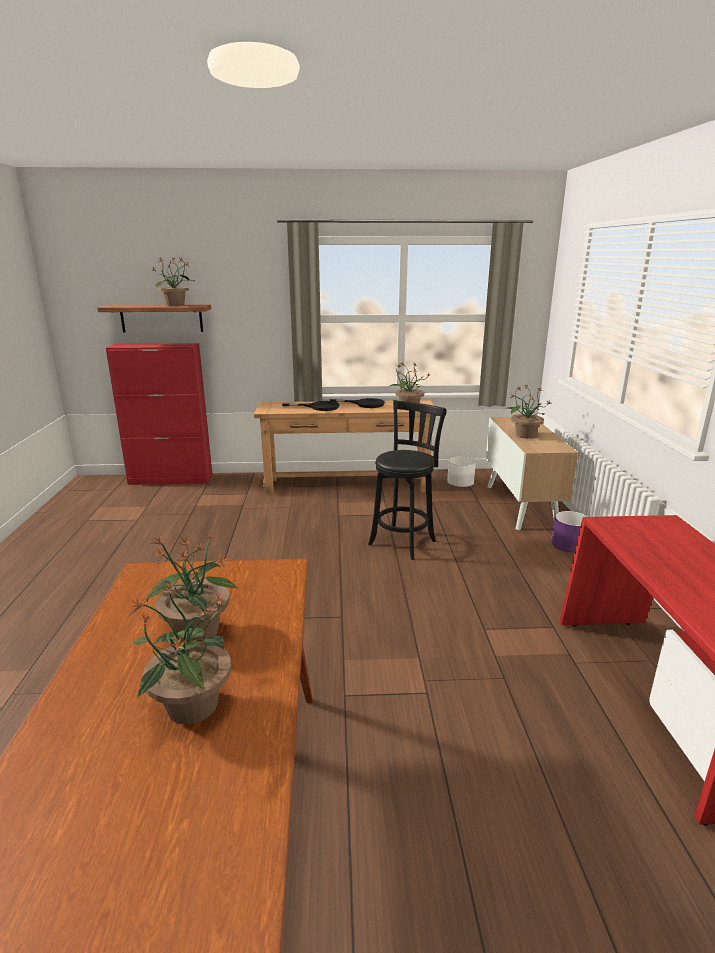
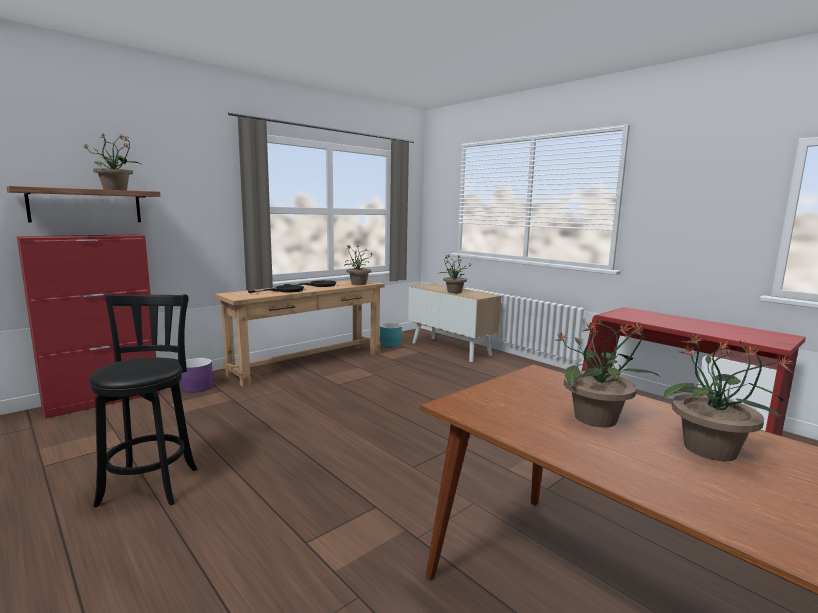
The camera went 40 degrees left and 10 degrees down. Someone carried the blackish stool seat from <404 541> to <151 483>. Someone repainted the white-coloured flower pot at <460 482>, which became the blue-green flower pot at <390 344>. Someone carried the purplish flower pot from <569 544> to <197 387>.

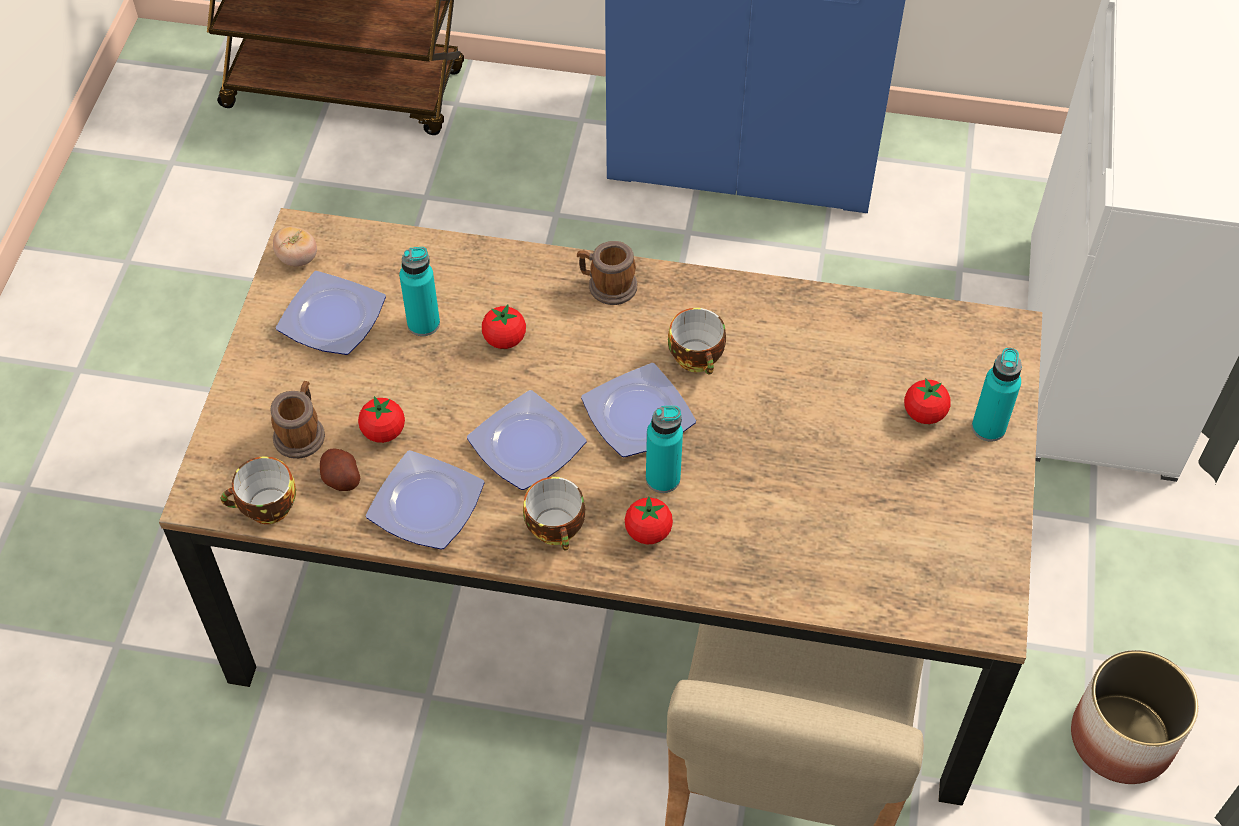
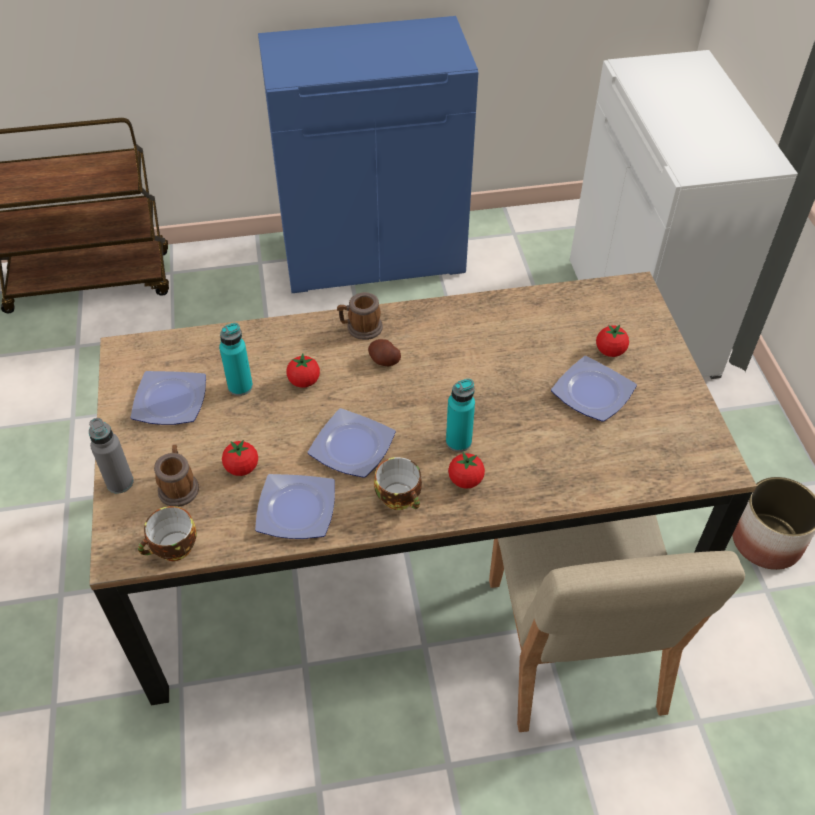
The camera went 20 degrees left and 5 degrees down. Someone took away the tomato at <297 258>. Someone took away the cup at <698 358>. Someone took away the blue-green beverage bottle at <988 427>. Someone carried the dinner plate from <640 416> to <594 393>. Someone carried the potato from <341 479> to <384 360>. Someone put down the greyish beverage bottle at <120 482>.

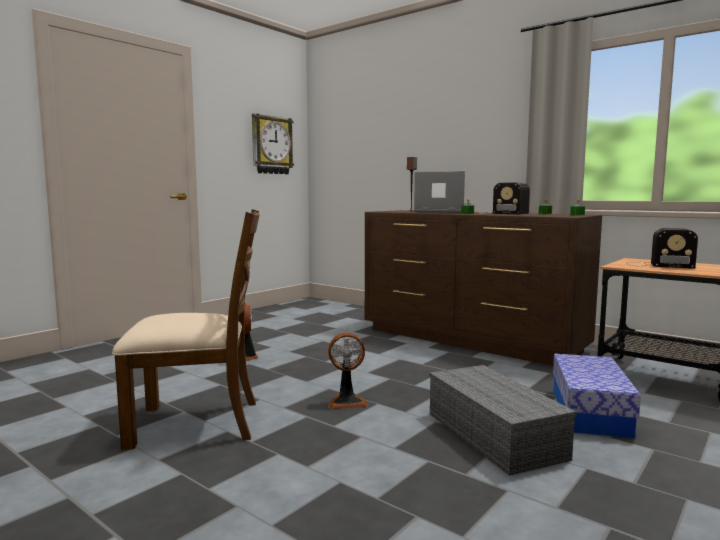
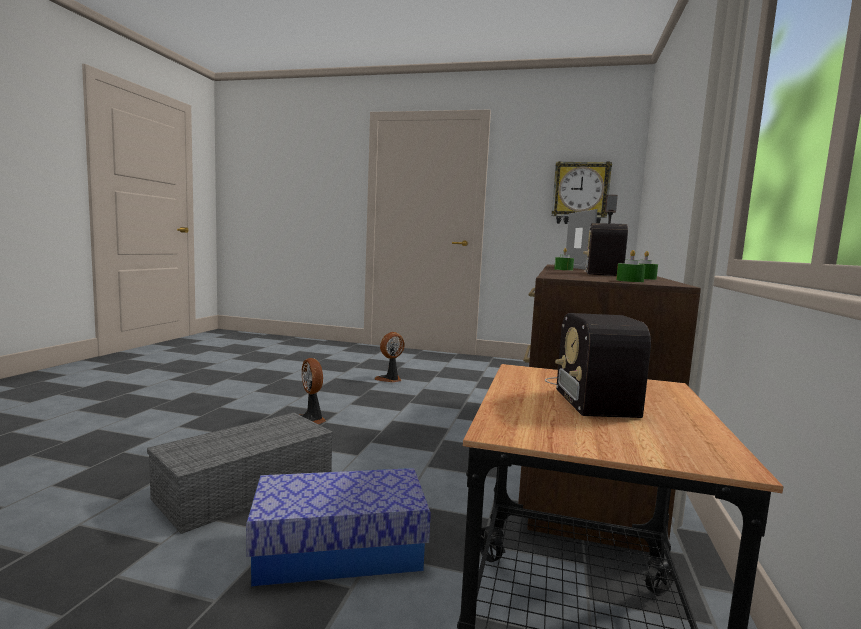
The camera went 65 degrees right and 0 degrees up. Someone took away the brownish upright chair at <197 423>.

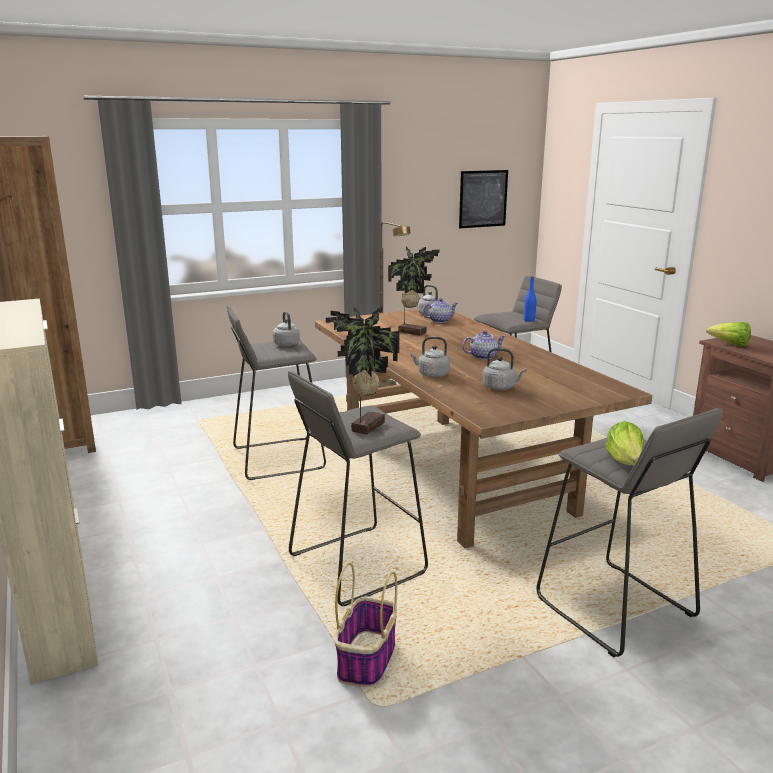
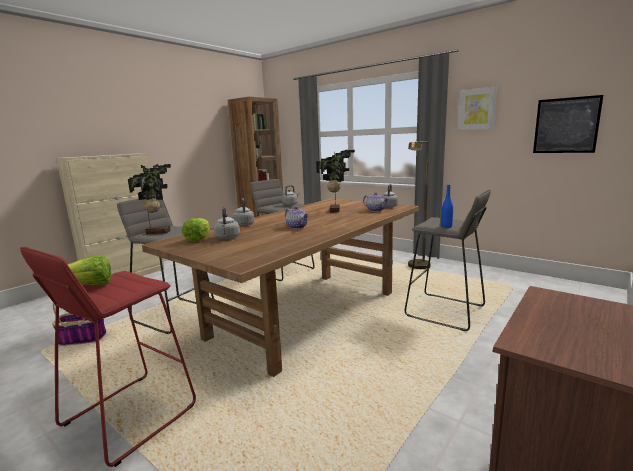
The camera went 65 degrees right and 5 degrees down. Someone carried the lettuce from <730 345> to <198 239>. Someone repainted the greyish stool seat at <613 608>, which became the red stool seat at <129 416>. Someone put up the wall art at <477 109>.

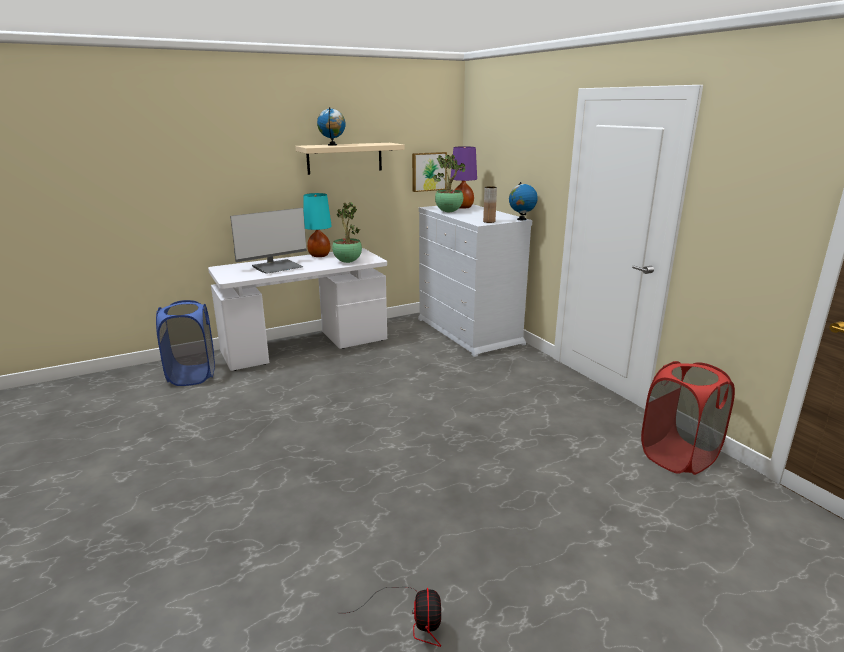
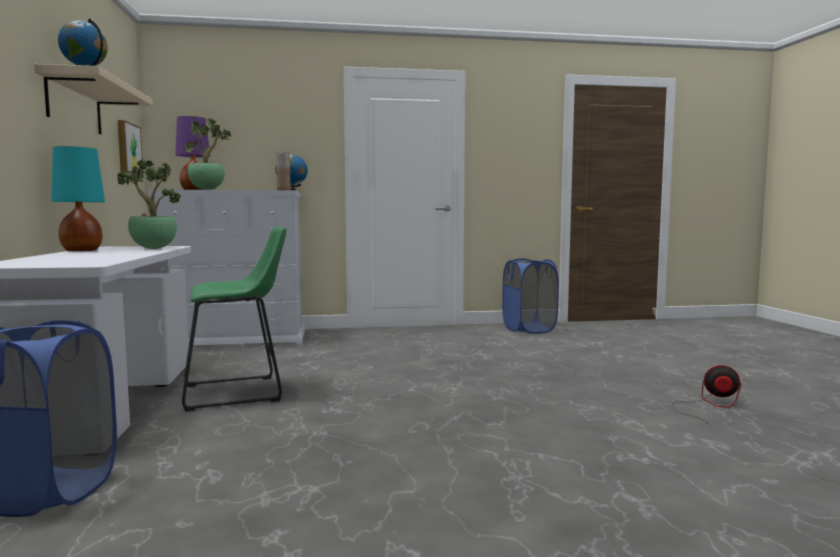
The camera went 70 degrees left and 15 degrees down. Someone took away the monitor at <277 267>. Someone repainted the red laundry basket at <678 457>, which became the blue-coloured laundry basket at <529 329>. Someone put down the green stool seat at <239 392>.

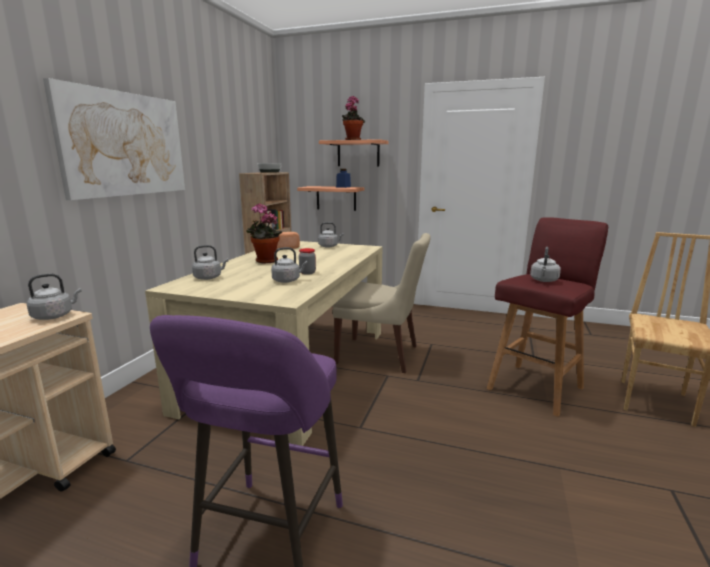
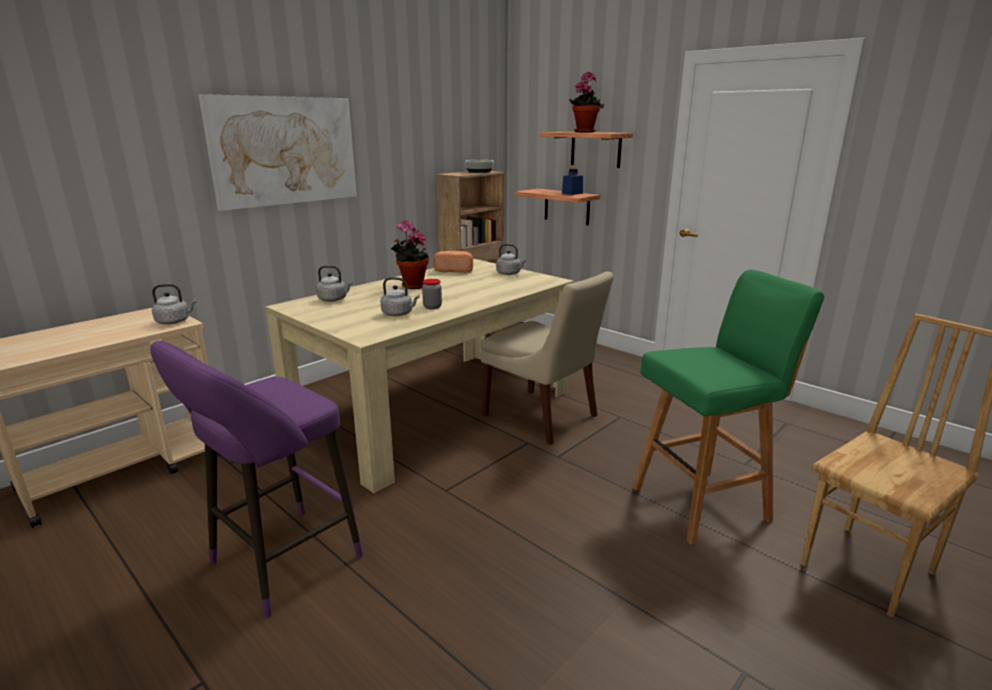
The camera went 25 degrees right and 5 degrees up. Someone repainted the red stool seat at <536 387>, which became the green stool seat at <703 503>. Someone took away the greyish water kettle at <544 280>.

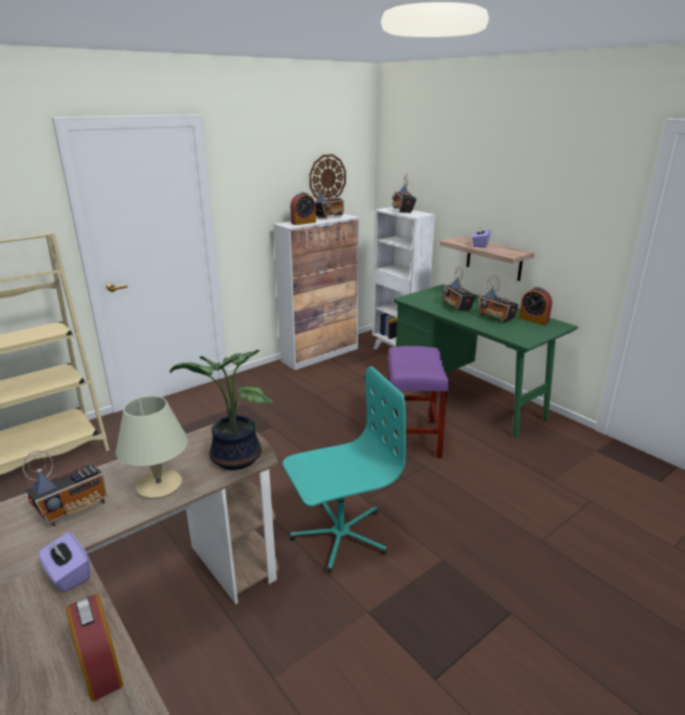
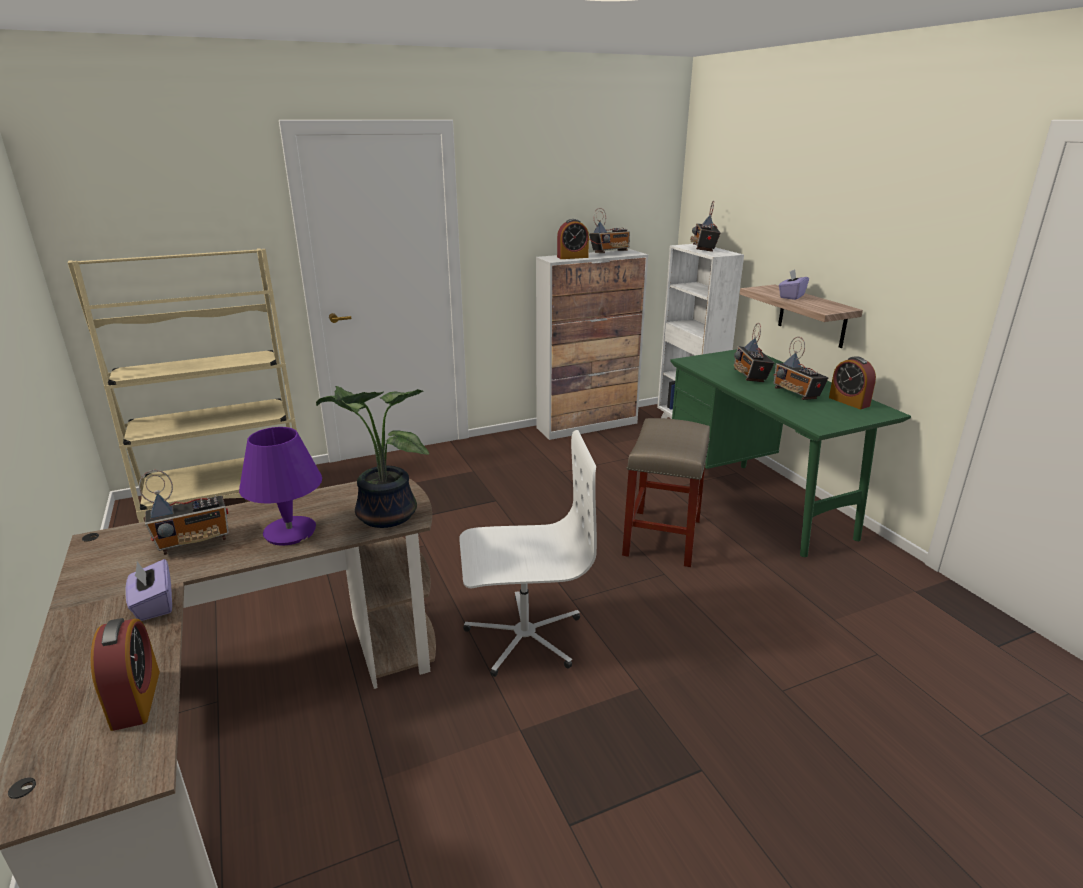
The camera went 15 degrees right and 0 degrees up. Someone took away the wall clock at <327 178>. Someone repainted the purplish stool seat at <412 437>, which became the sand-coloured stool seat at <662 536>. Someone repainted the blue-green computer chair at <340 535>, which became the white-coloured computer chair at <524 636>. Someone repainted the sand-coloured lamp for a table at <159 485>, which became the purplish lamp for a table at <289 532>.

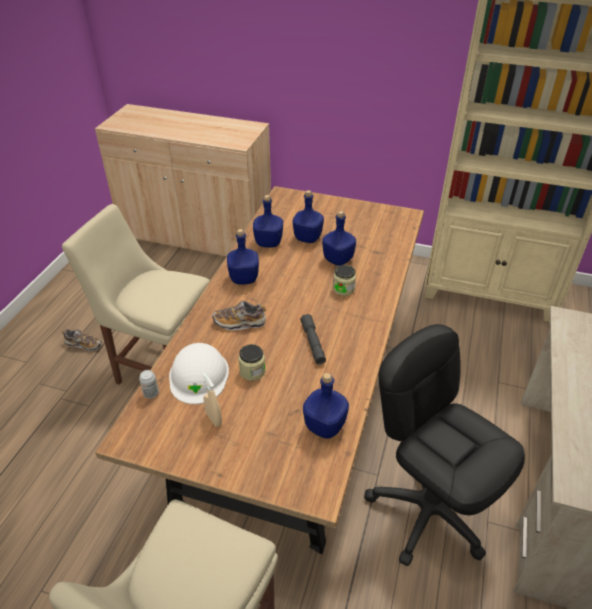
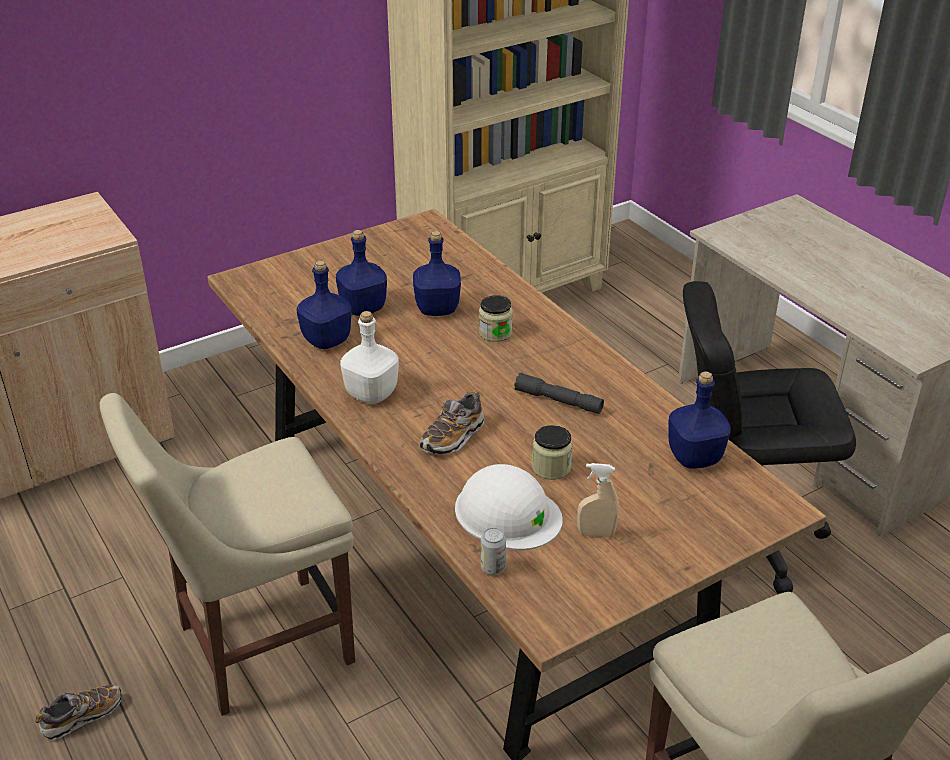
The camera went 50 degrees left and 5 degrees down. Someone repainted the blue-coloured beverage bottle at <244 278>, which became the white-coloured beverage bottle at <370 393>.

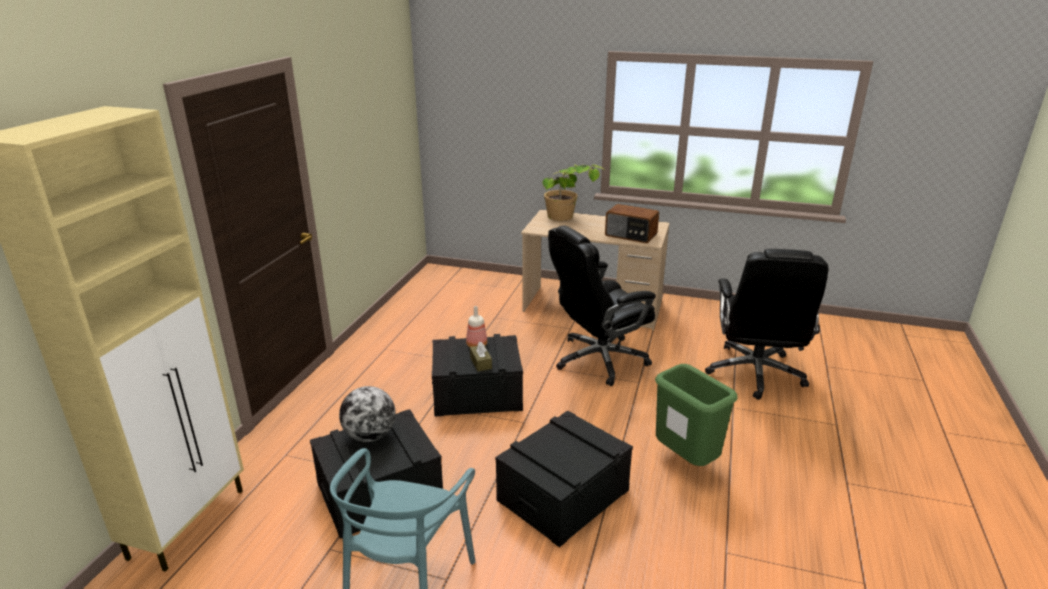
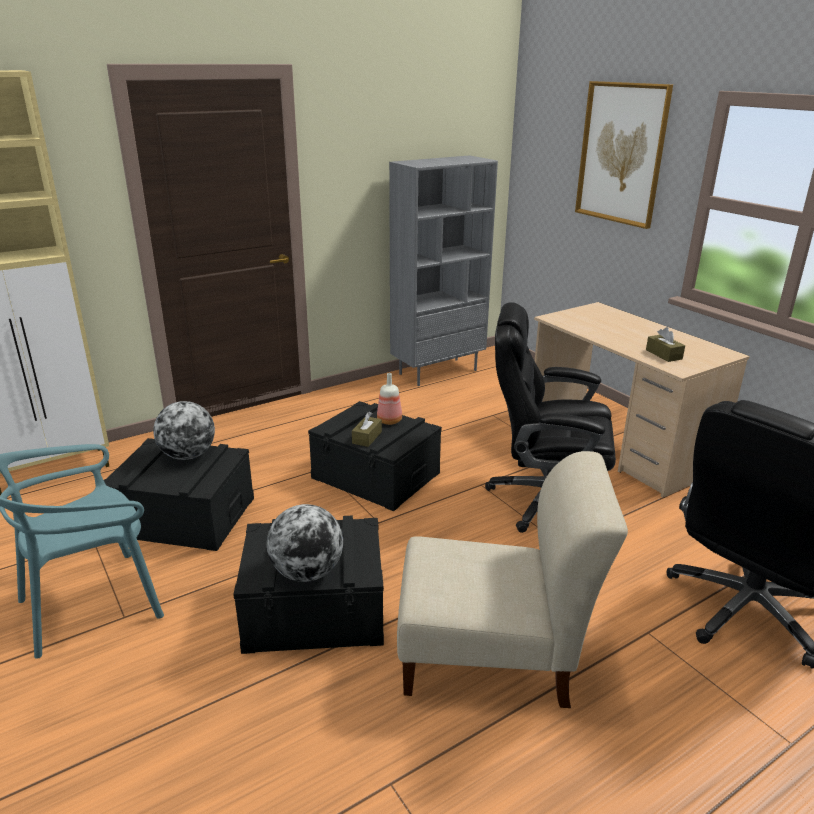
The camera went 40 degrees right and 0 degrees up. Someone took away the potted plant at <568 220>. Someone swapped the radio set at <631 235> for the brownish tissue holder at <663 354>. Someone swapped the green waste bin at <686 461> for the sand-coloured upright chair at <493 656>. Someone put up the wall art at <621 153>. Someone put down the greyish bookshelf at <438 371>. Someone put down the globe at <307 572>.

